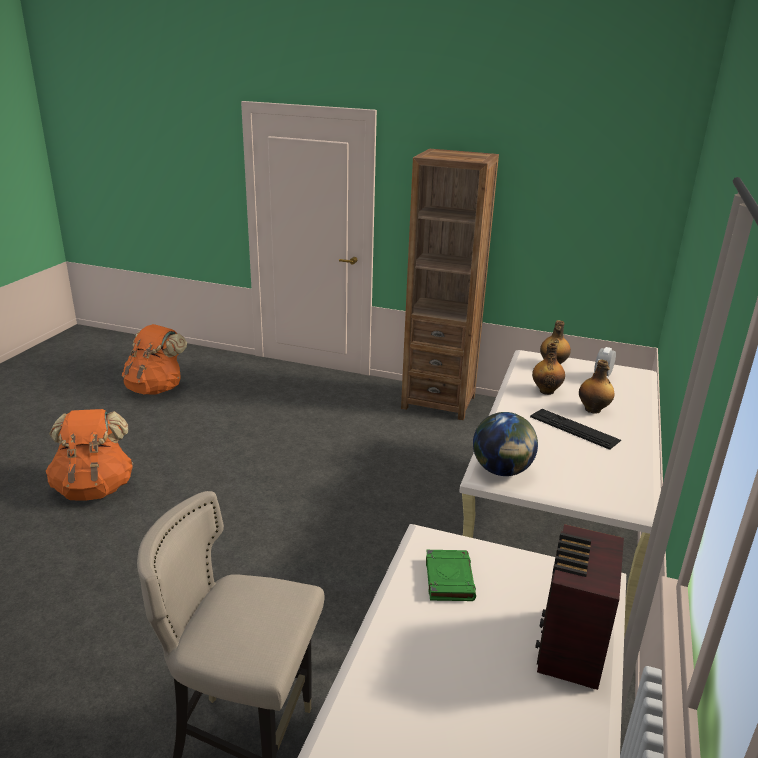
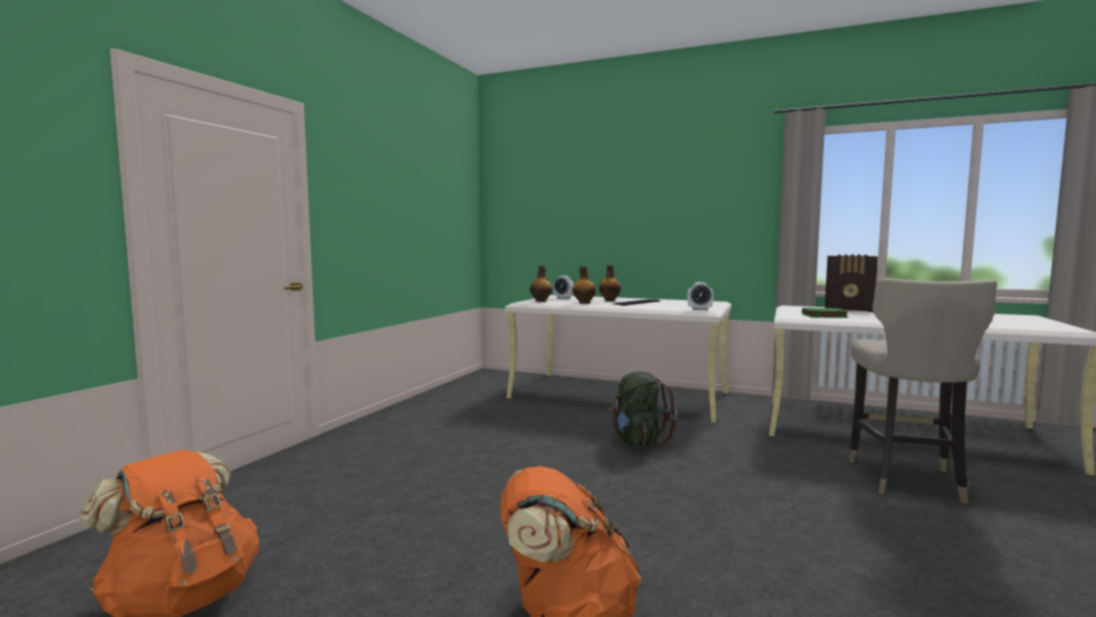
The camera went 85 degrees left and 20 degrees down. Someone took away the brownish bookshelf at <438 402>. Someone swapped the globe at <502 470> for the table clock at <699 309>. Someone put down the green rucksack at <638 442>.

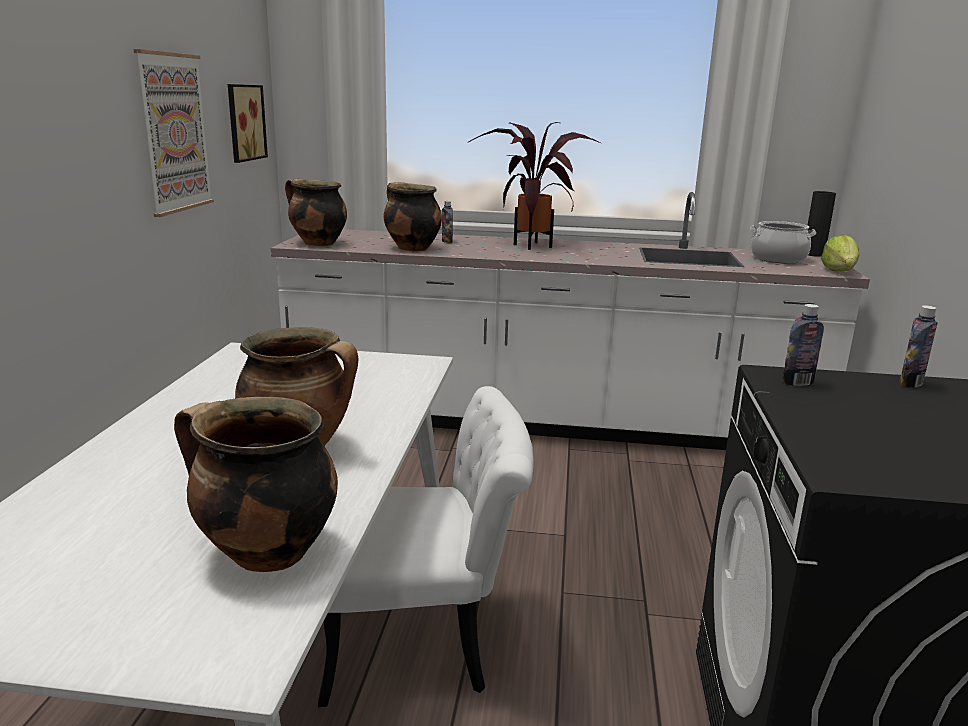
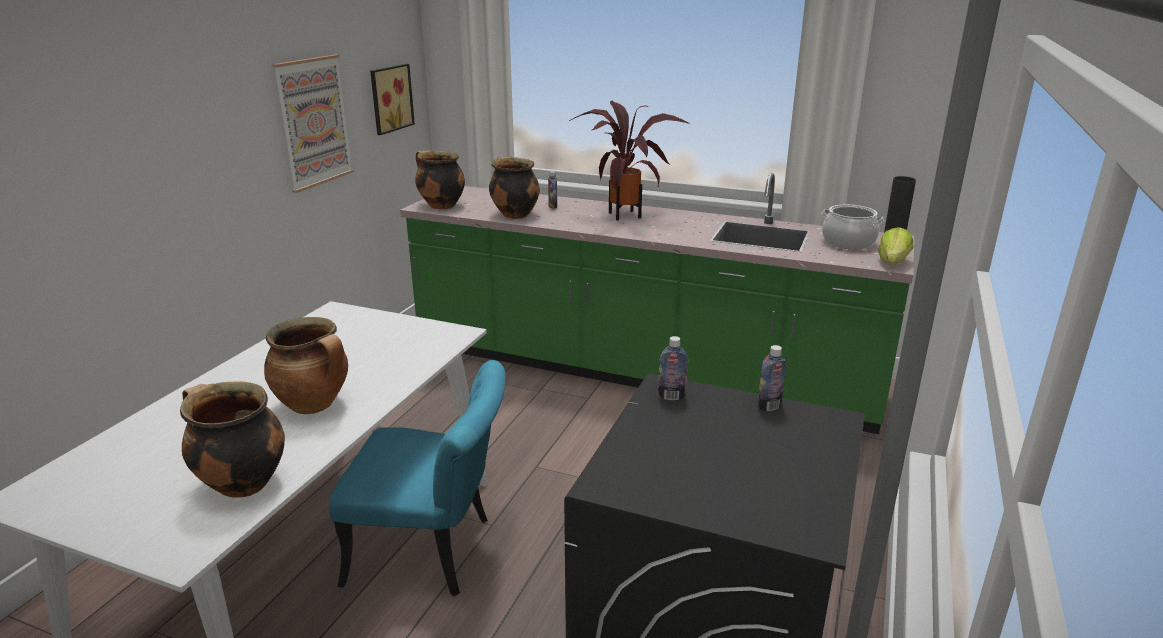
The camera went 15 degrees right and 5 degrees up. Someone repainted the white-coloured counter at <548 423>, which became the green counter at <639 373>. Someone repainted the white-coloured upright chair at <424 641>, which became the blue-green upright chair at <434 551>.

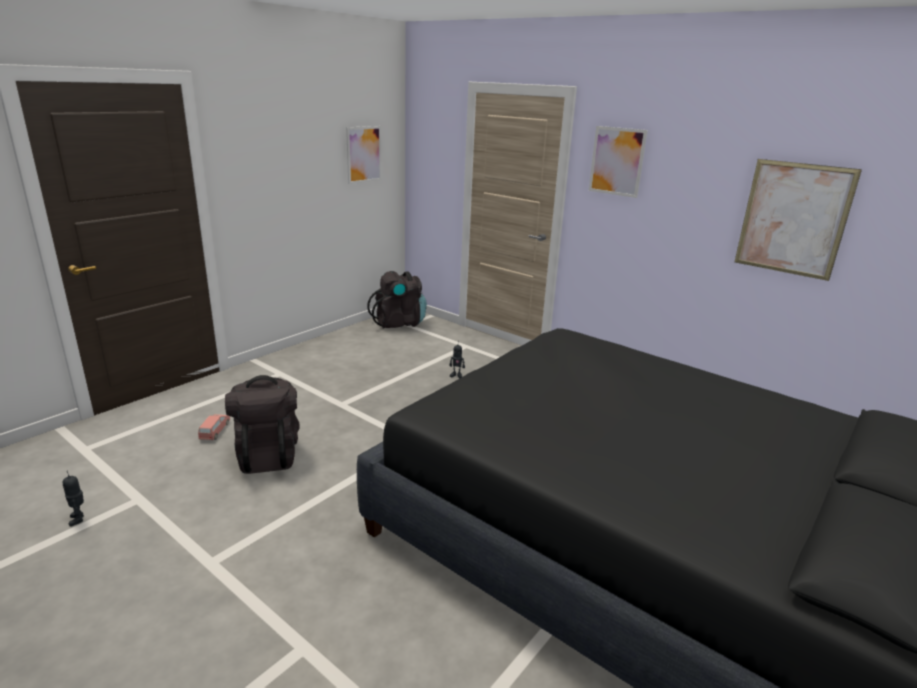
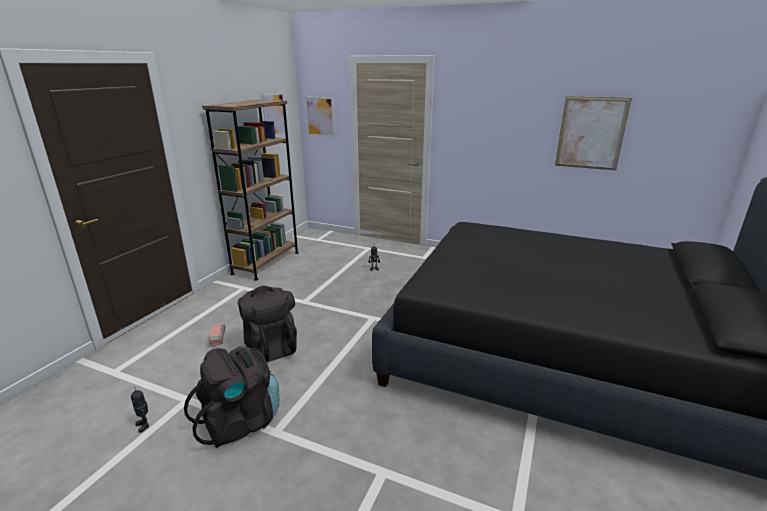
The camera went 15 degrees left and 0 degrees up. Someone carried the wall art from <617 161> to <320 116>. Someone carried the blackish rucksack from <399 323> to <240 422>. Someone put down the brownish bookshelf at <266 263>.

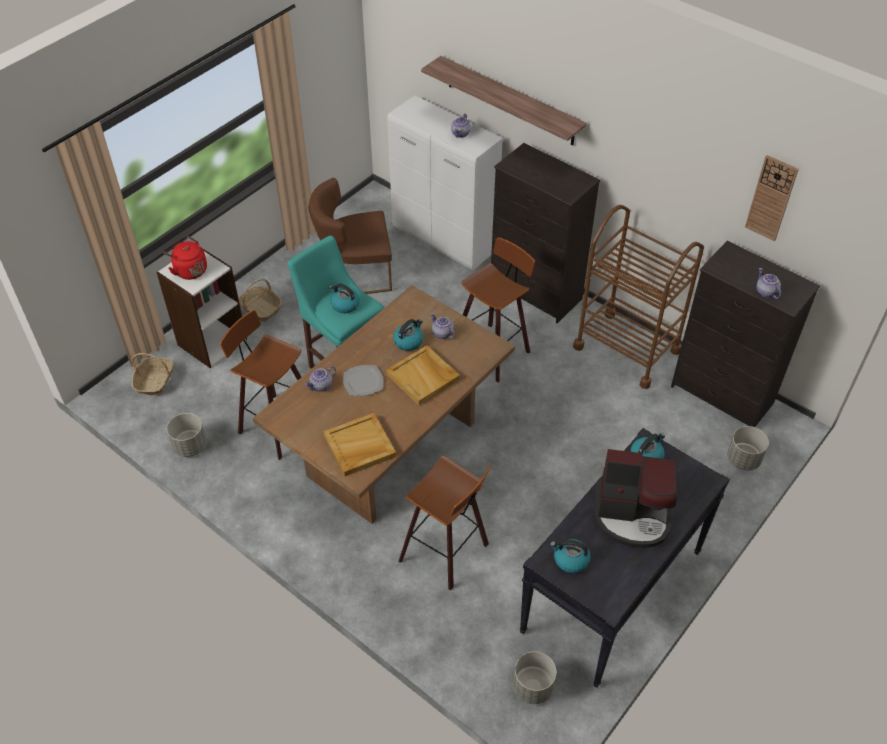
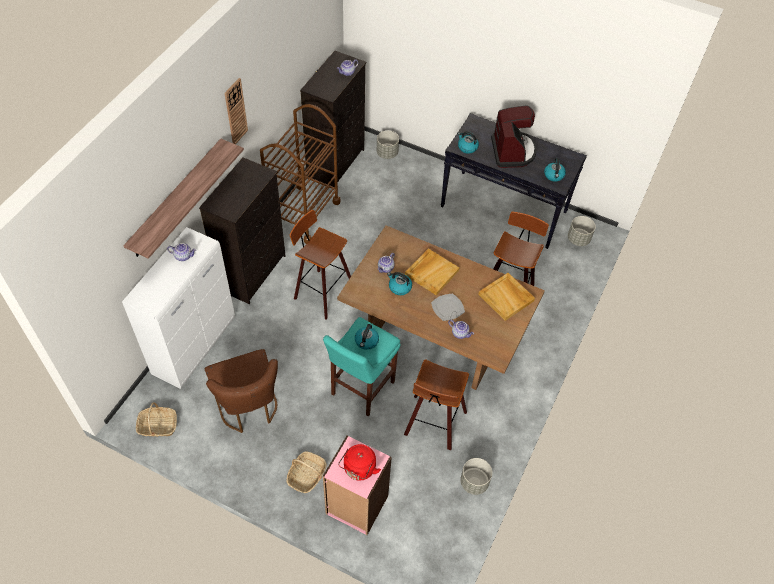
The camera went 105 degrees left and 5 degrees up. Someone carried the wall clock from <771 198> to <235 112>. Someone repainted the white-coloured bookshelf at <211 341>, which became the pink-coloured bookshelf at <356 505>. Someone carried the basket from <155 381> to <158 426>.

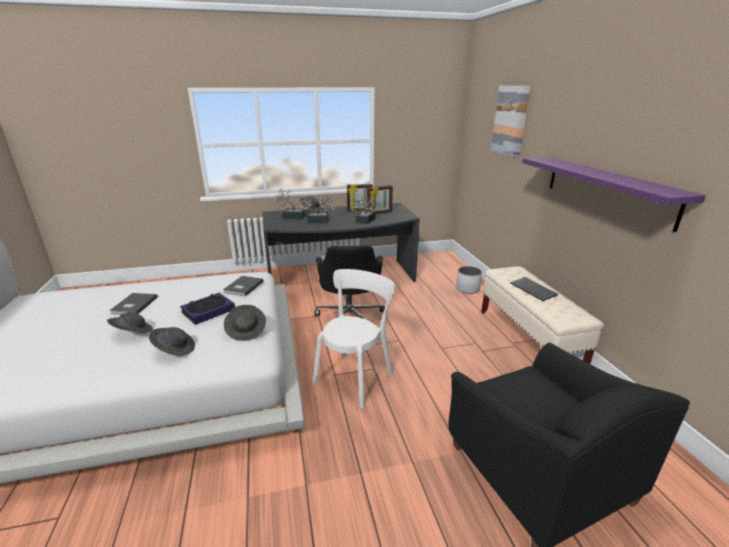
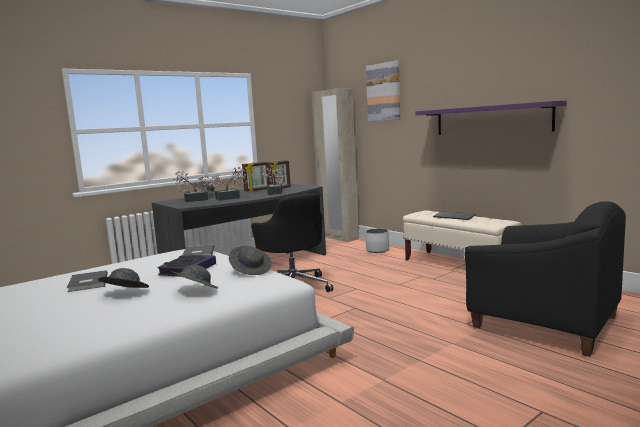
The camera went 25 degrees left and 15 degrees down. Someone took away the white-coloured upright chair at <355 377>. Someone put down the sand-coloured armoire at <339 237>.

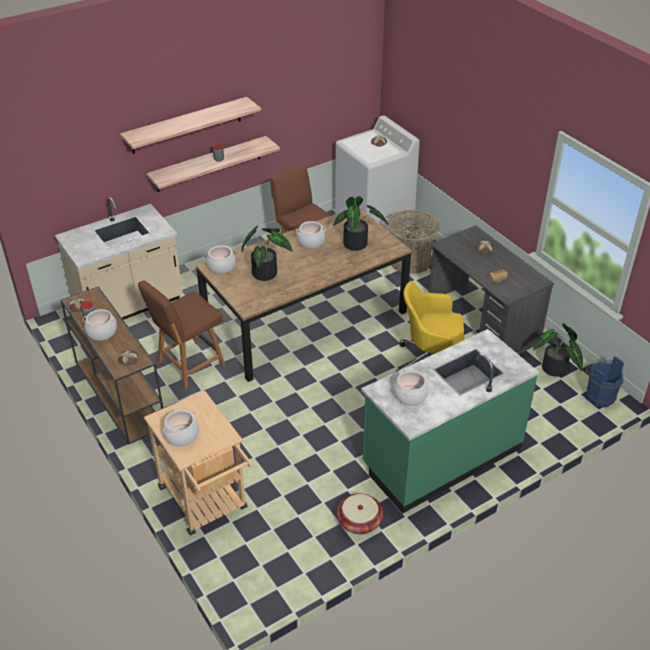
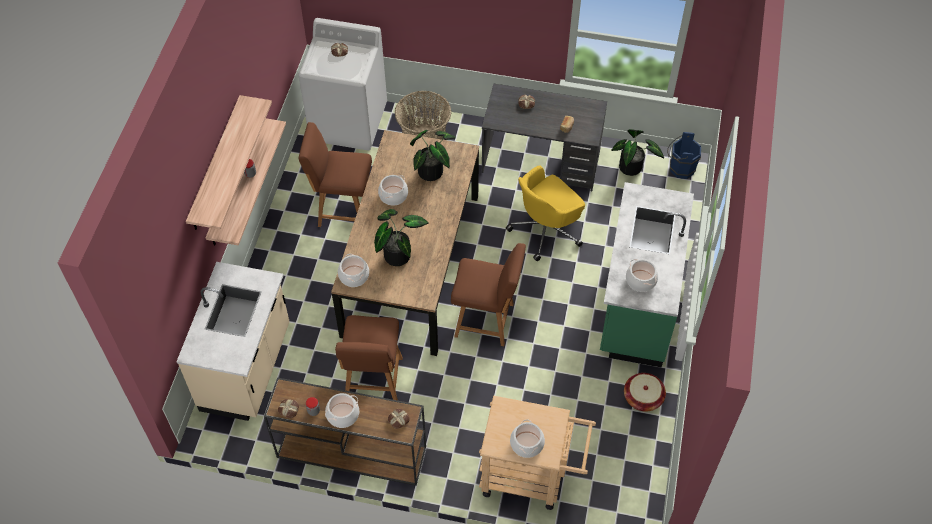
The camera went 45 degrees left and 15 degrees up. Someone put down the brownish upright chair at <487 320>.

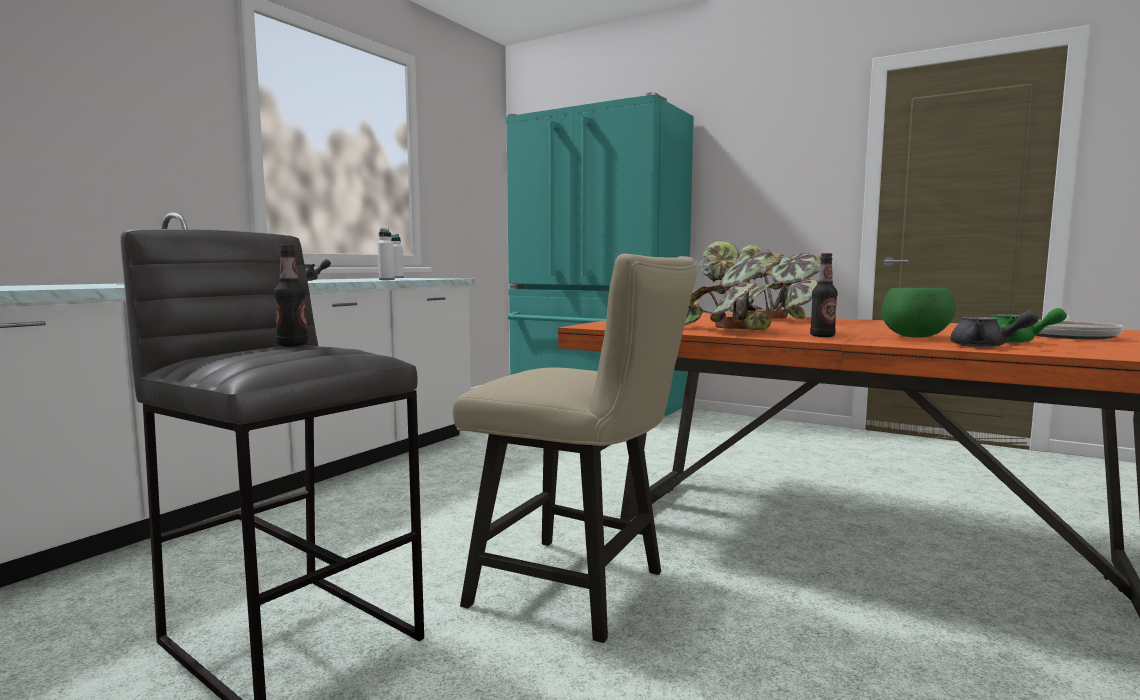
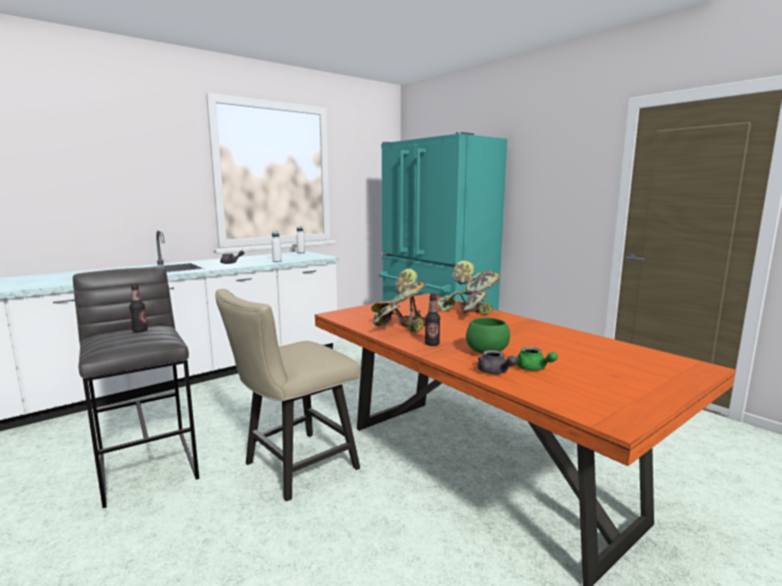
The camera went 20 degrees right and 5 degrees up. Someone rotated the sand-coloured upright chair at <581 590> by 90 degrees clockwise. Someone took away the pan at <1068 335>.

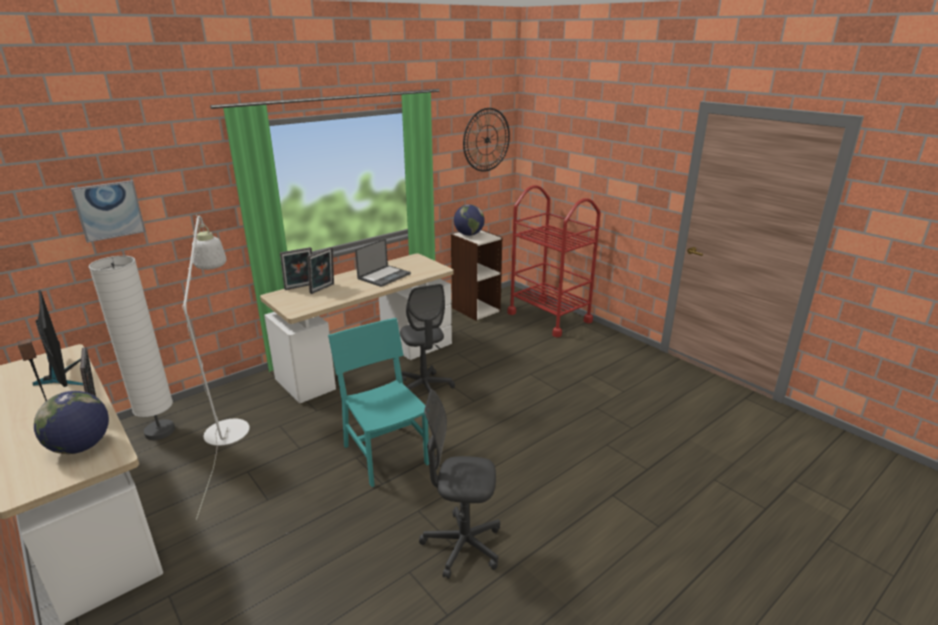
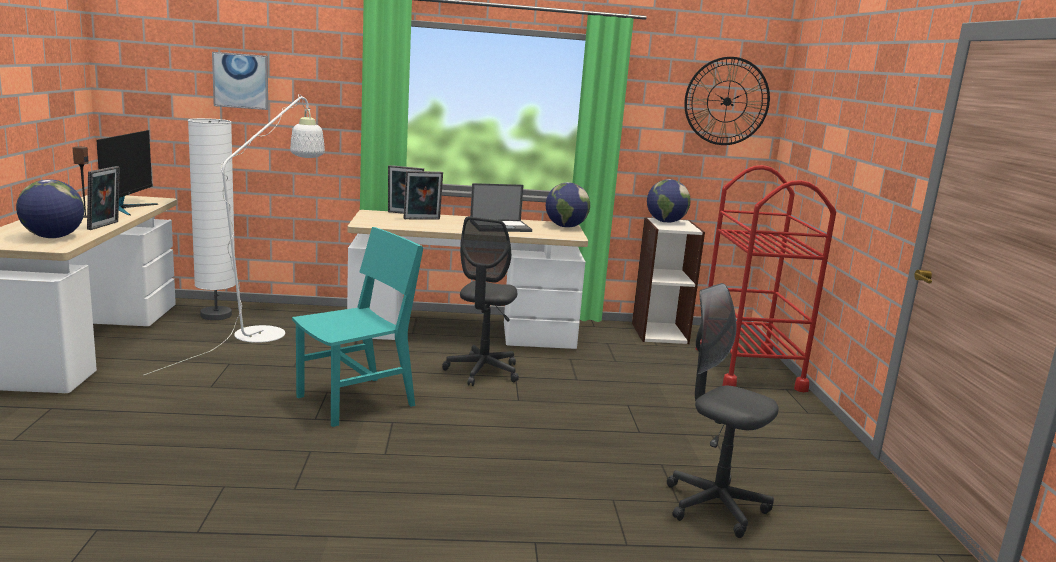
The camera went 35 degrees right and 10 degrees down. Someone rotated the blue-green upright chair at <386 454> by 45 degrees clockwise. Someone carried the greyish computer chair from <462 545> to <715 506>. Someone put down the globe at <565 227>.

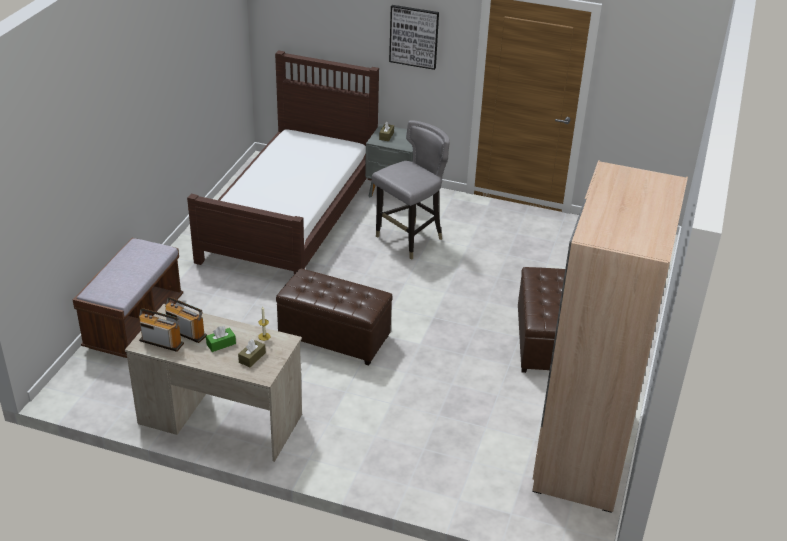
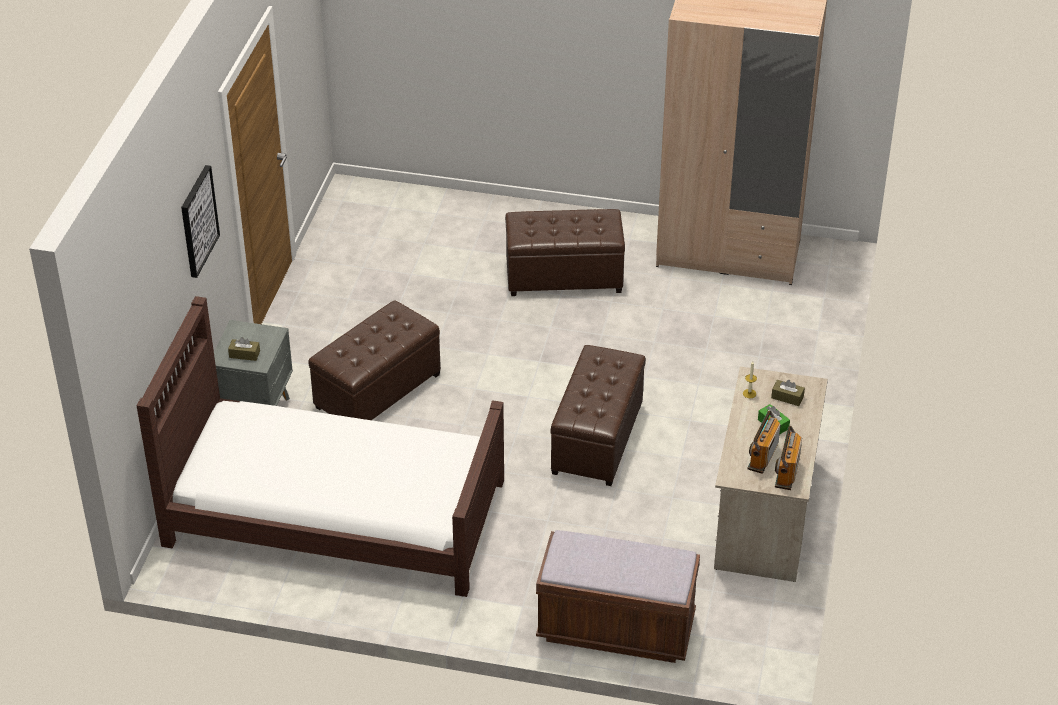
The camera went 95 degrees left and 5 degrees up. Someone swapped the greyish upright chair at <409 240> for the brownish pouffe at <377 391>.

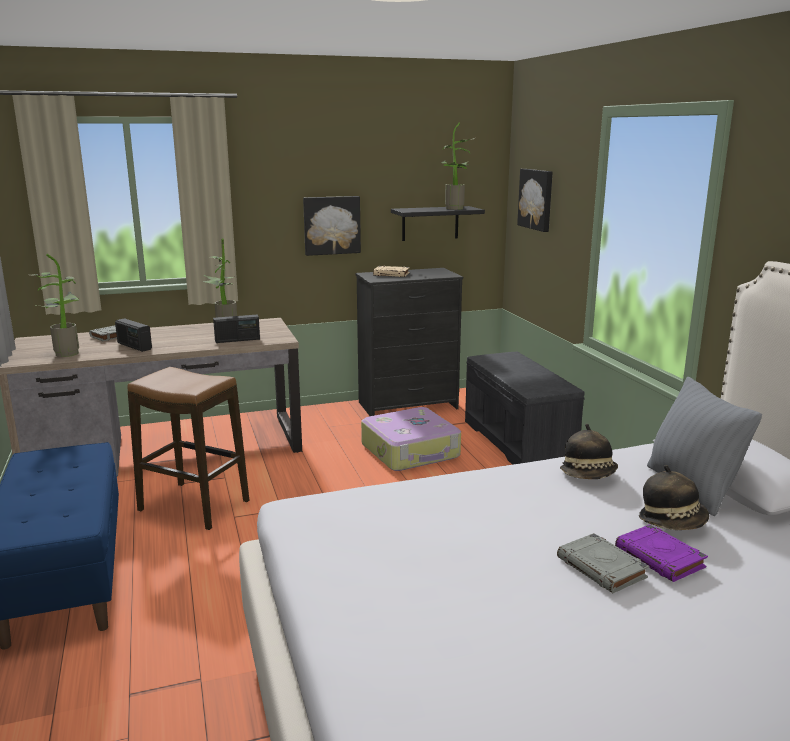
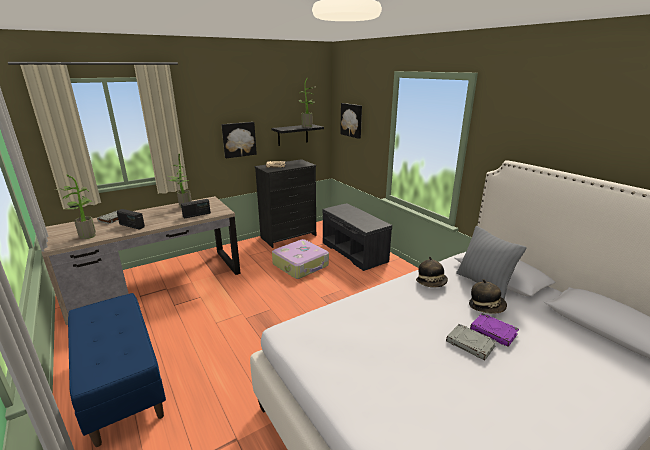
The camera went 15 degrees left and 5 degrees up. Someone took away the stool seat at <193 506>.

